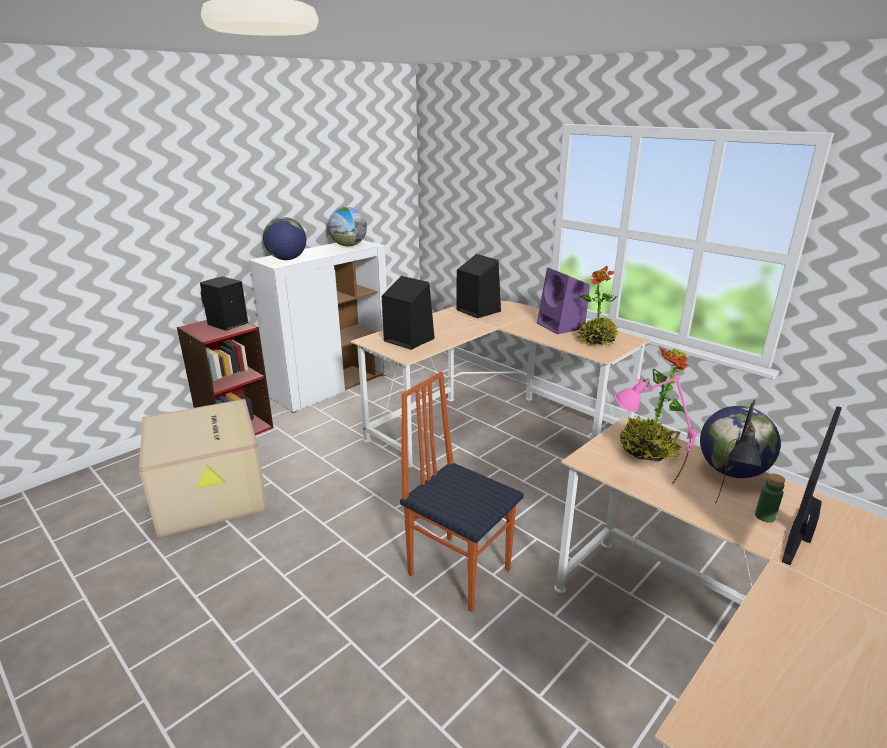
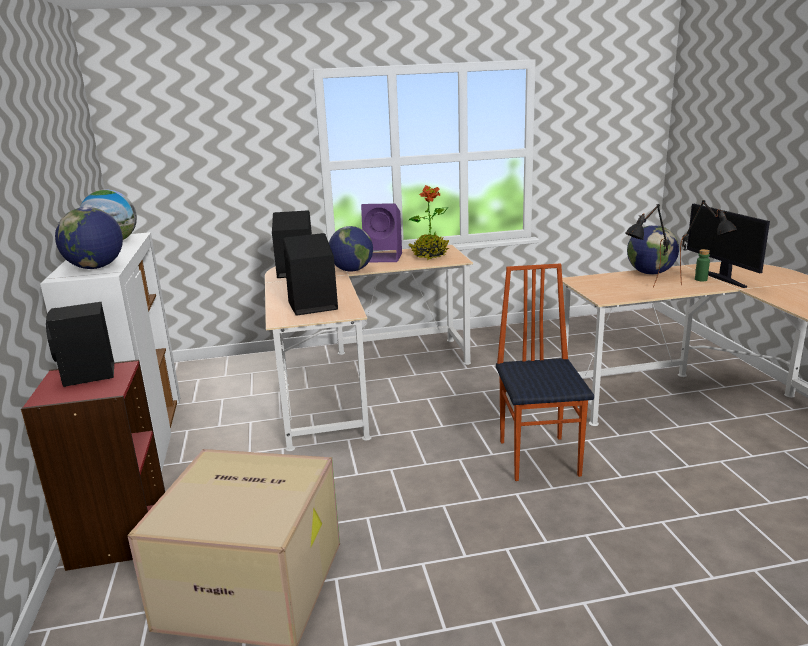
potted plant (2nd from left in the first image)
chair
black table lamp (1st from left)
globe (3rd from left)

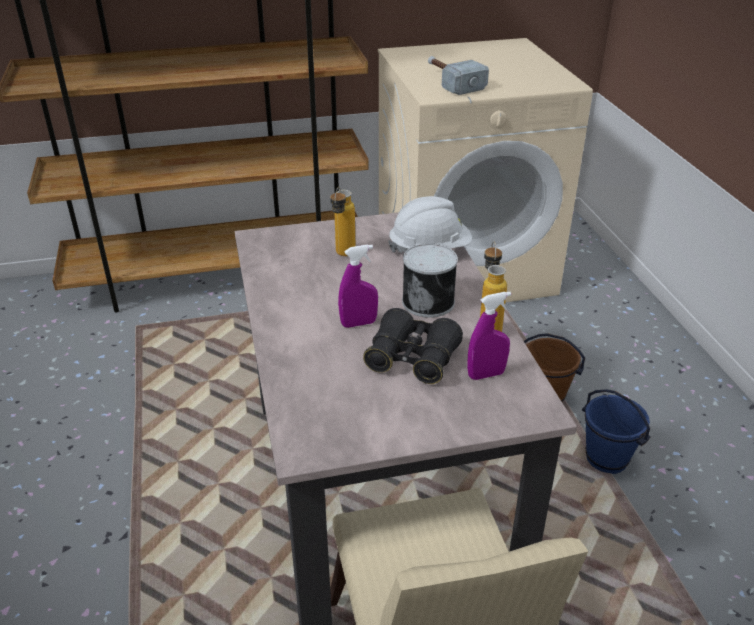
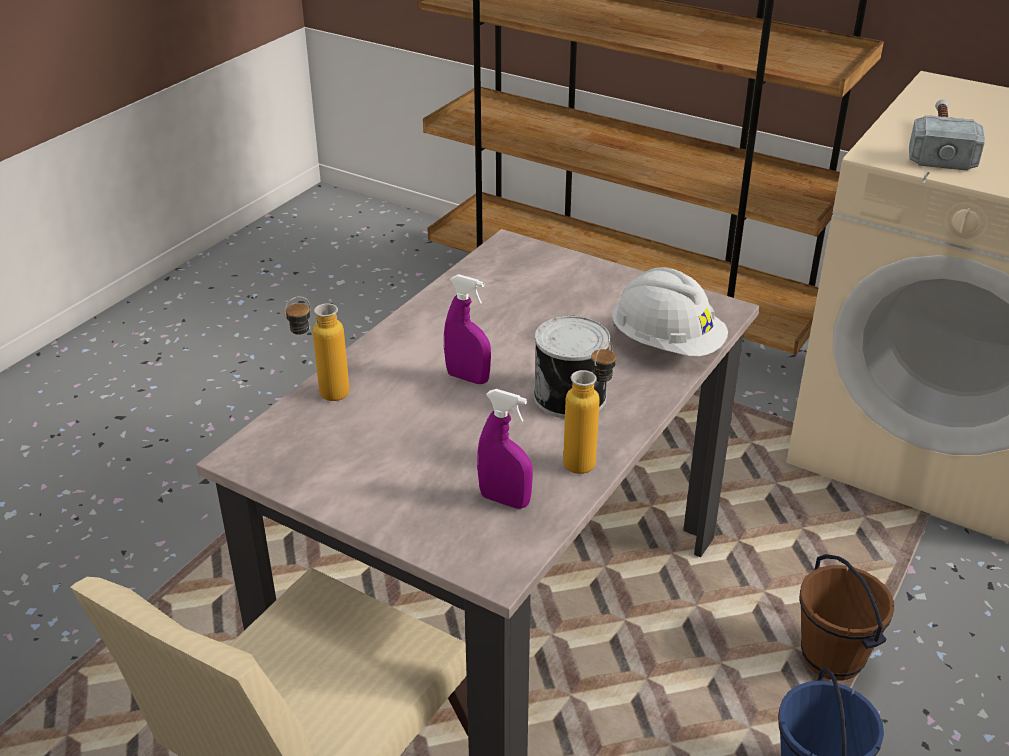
bottle (1st from left)
black binoculars

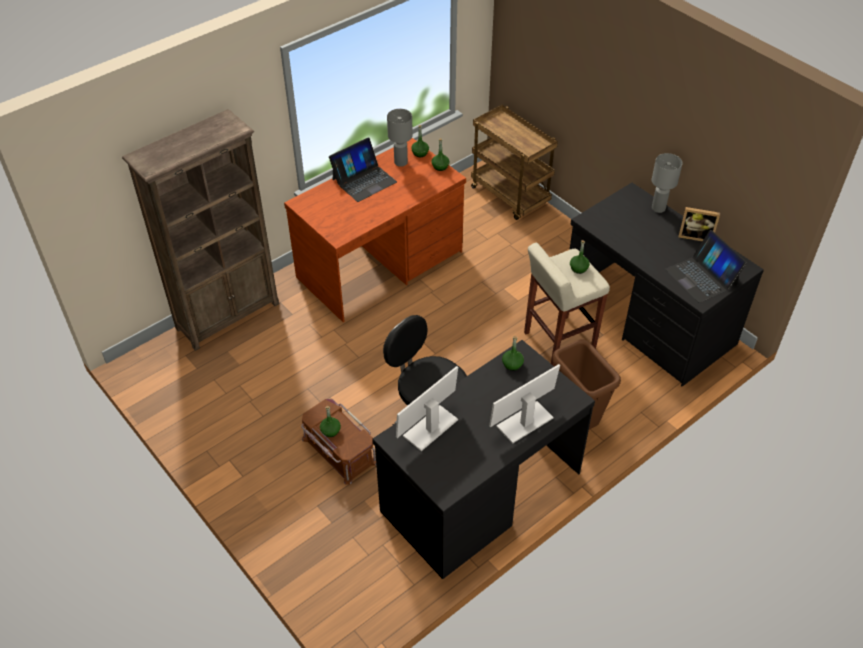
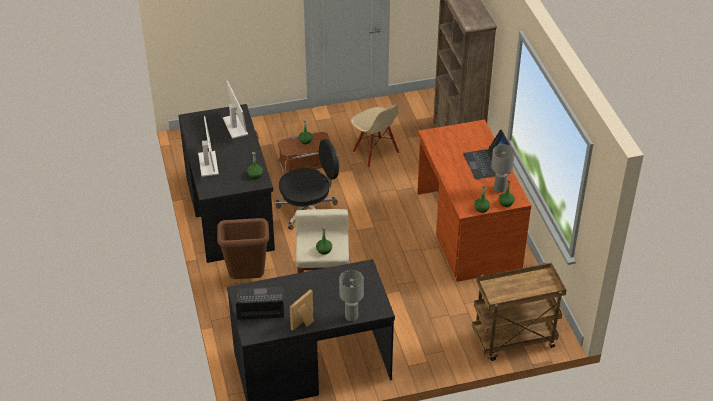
beige chair

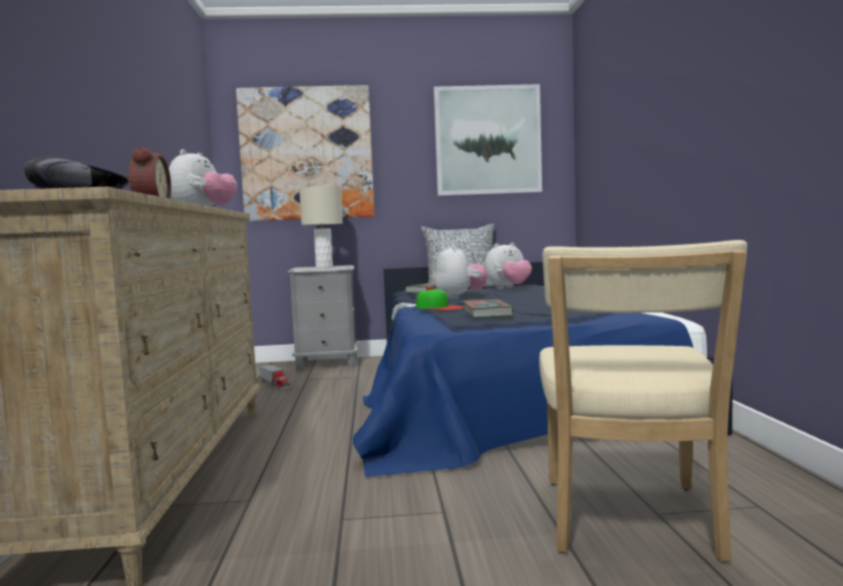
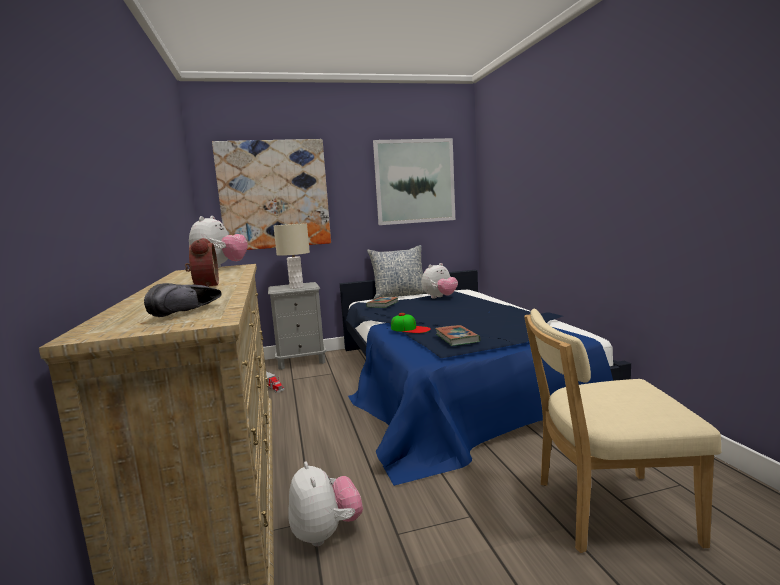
beige chair
plush toy (2nd from left)

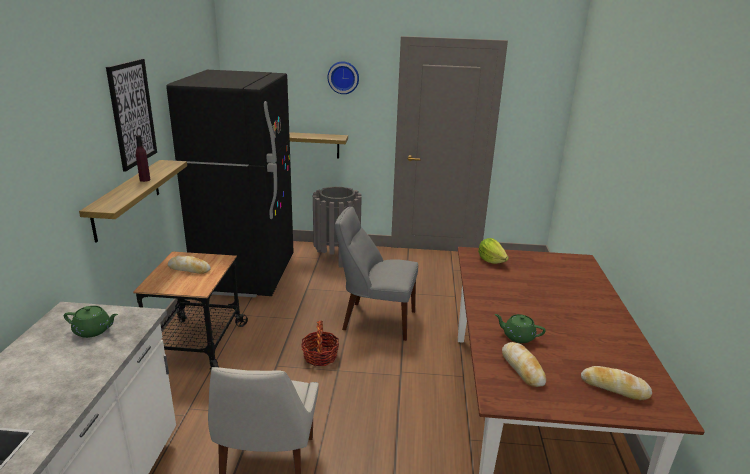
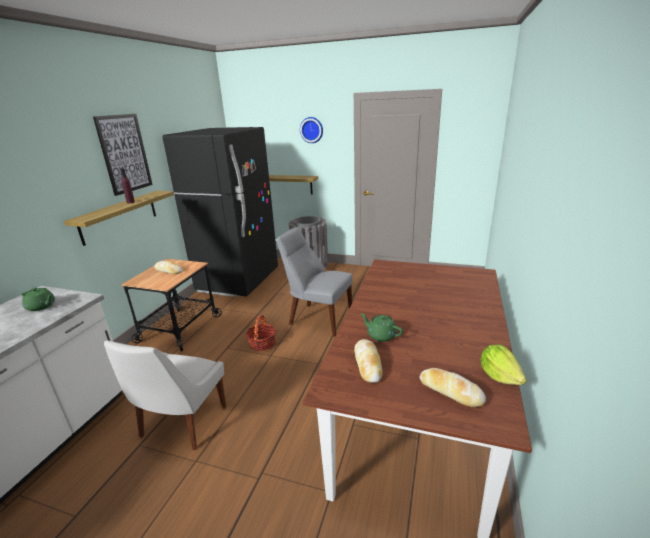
lettuce

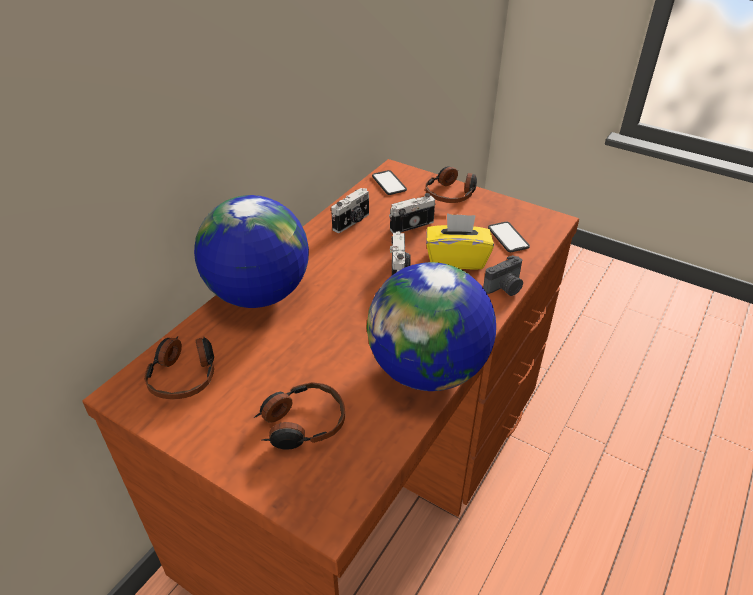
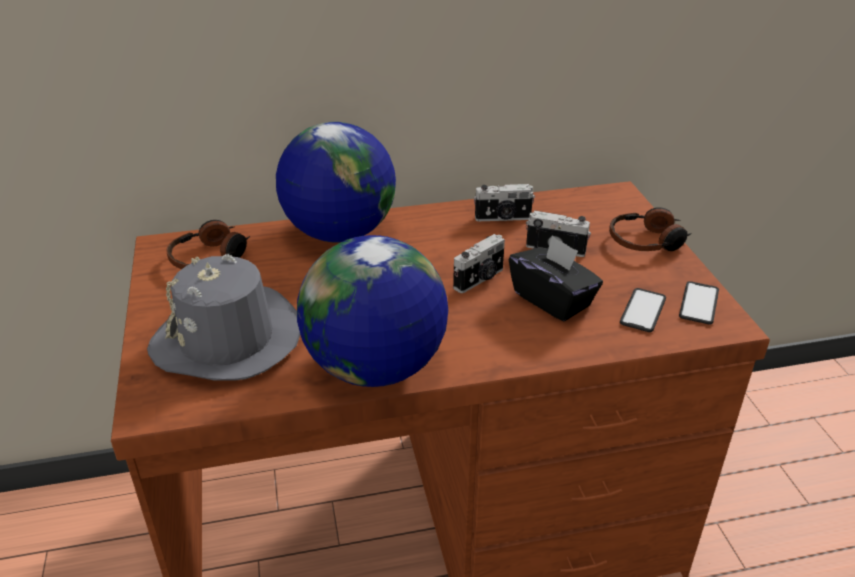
phone (2nd from left)
black tissue box
photo camera (4th from left in the first image)
grey hat

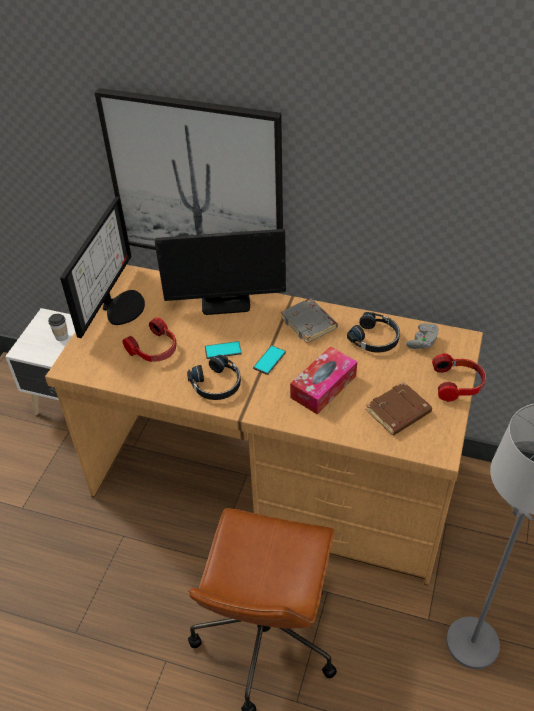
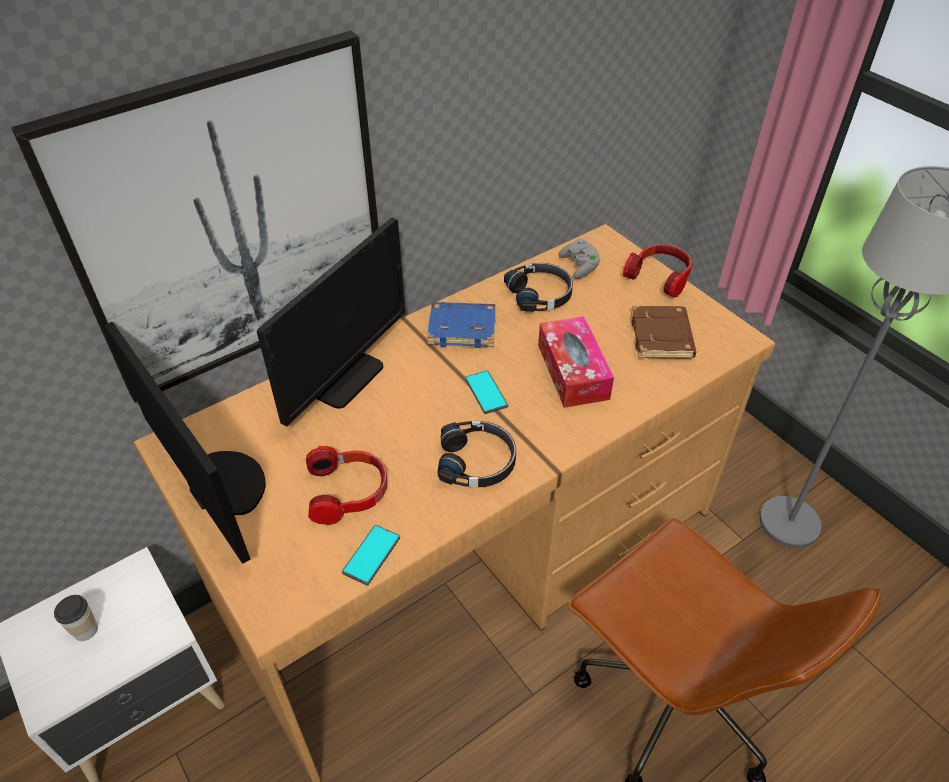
blue book
phone (1st from left)

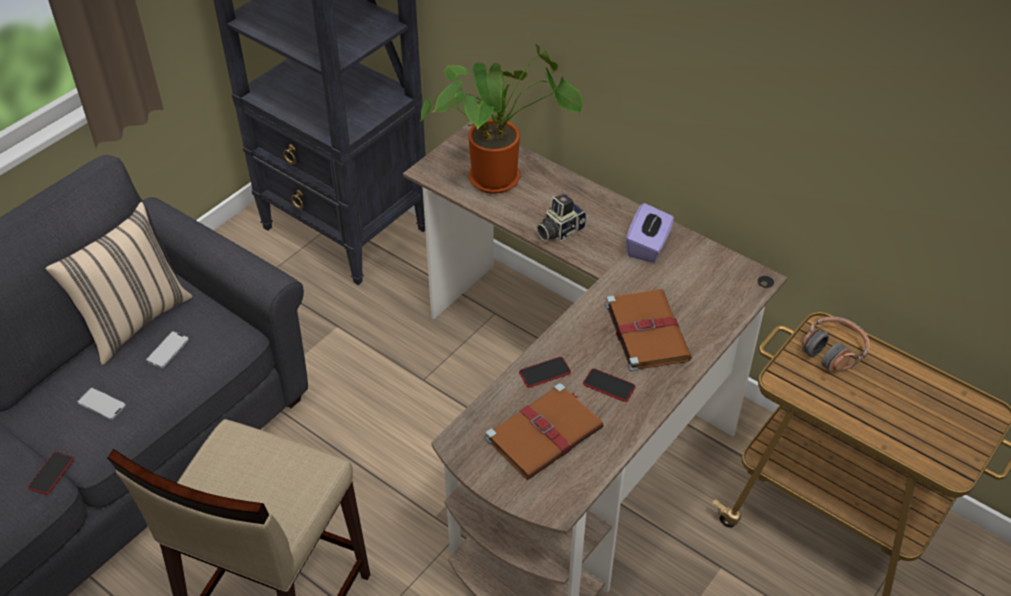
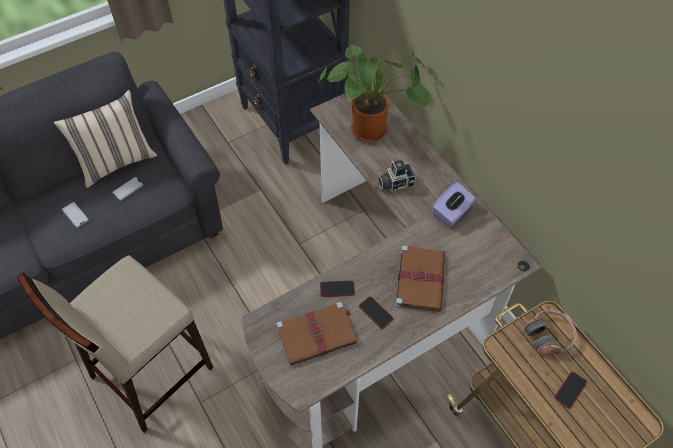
phone (5th from left)

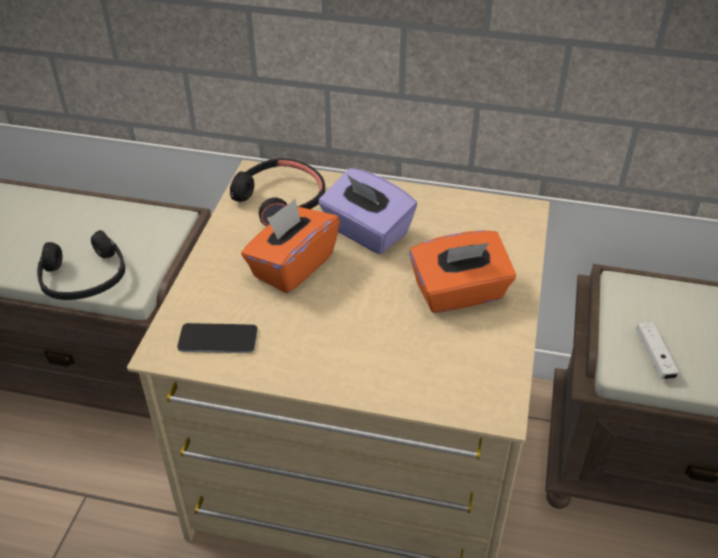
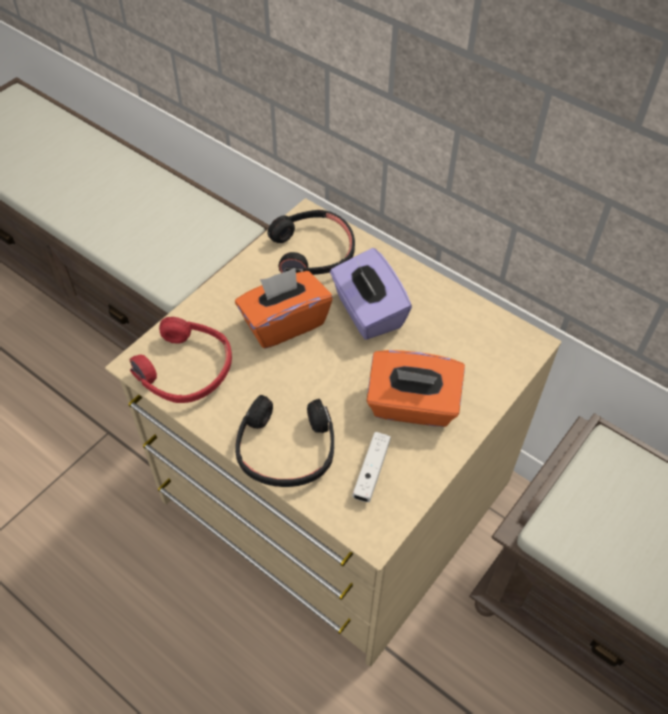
black headphones (1st from left)
white game controller
red headphones

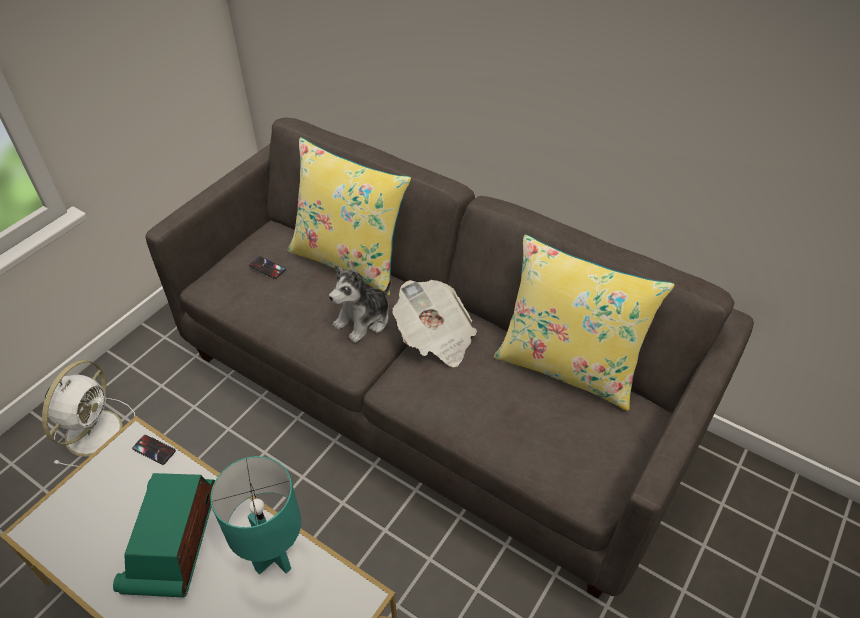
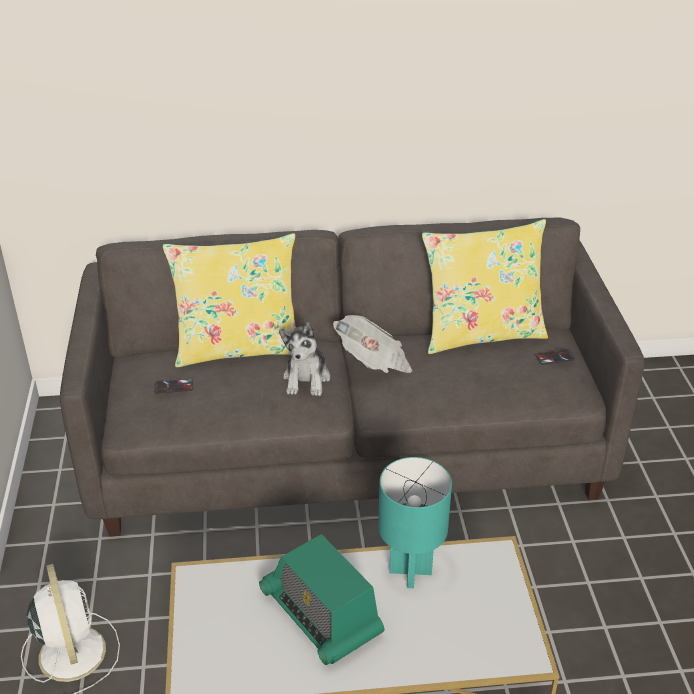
phone (2nd from left)

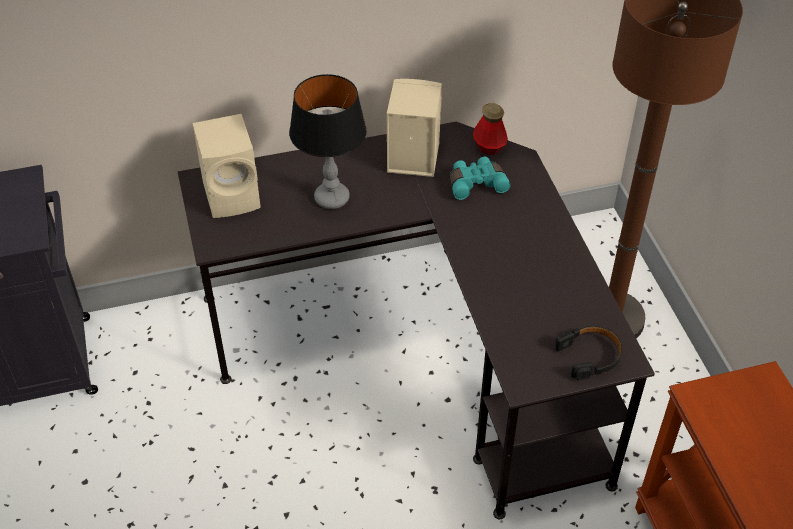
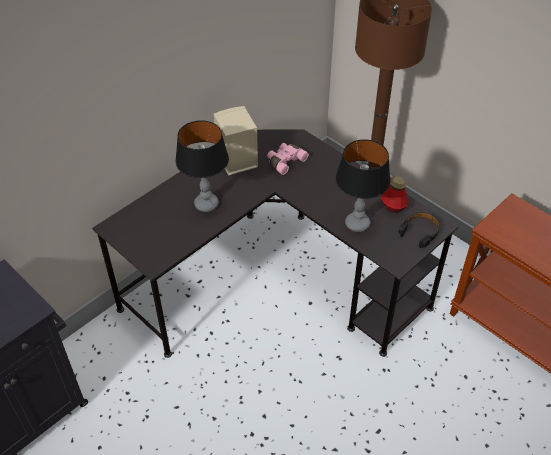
bottle
beige speaker (1st from left in the first image)
pink binoculars
table lamp (2nd from left)

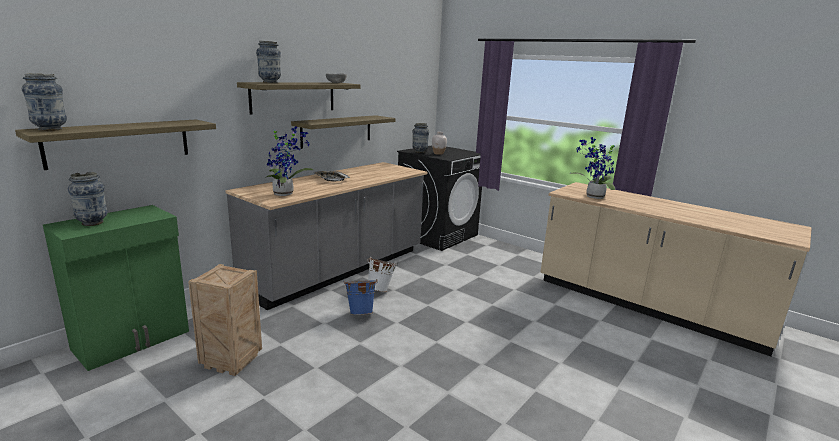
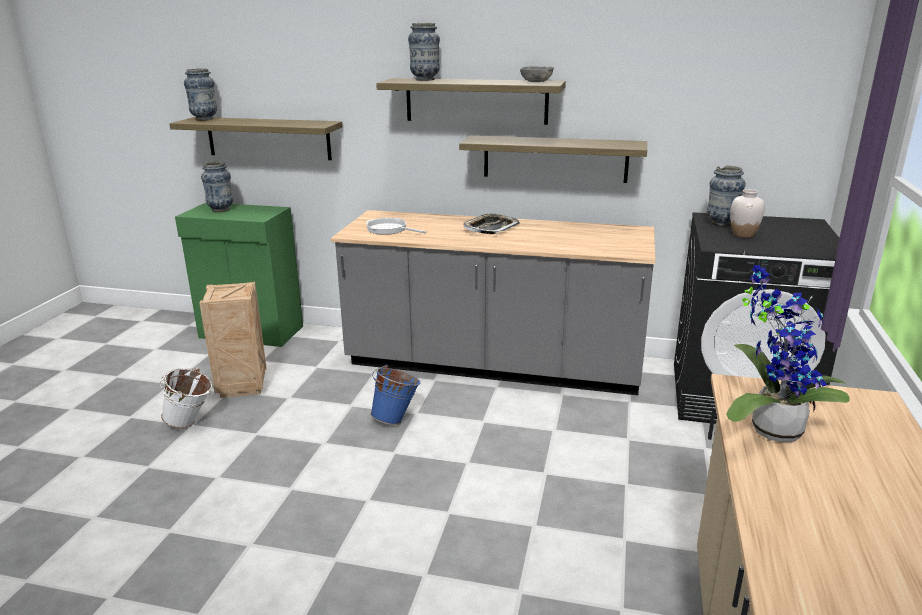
frying pan
white bucket

